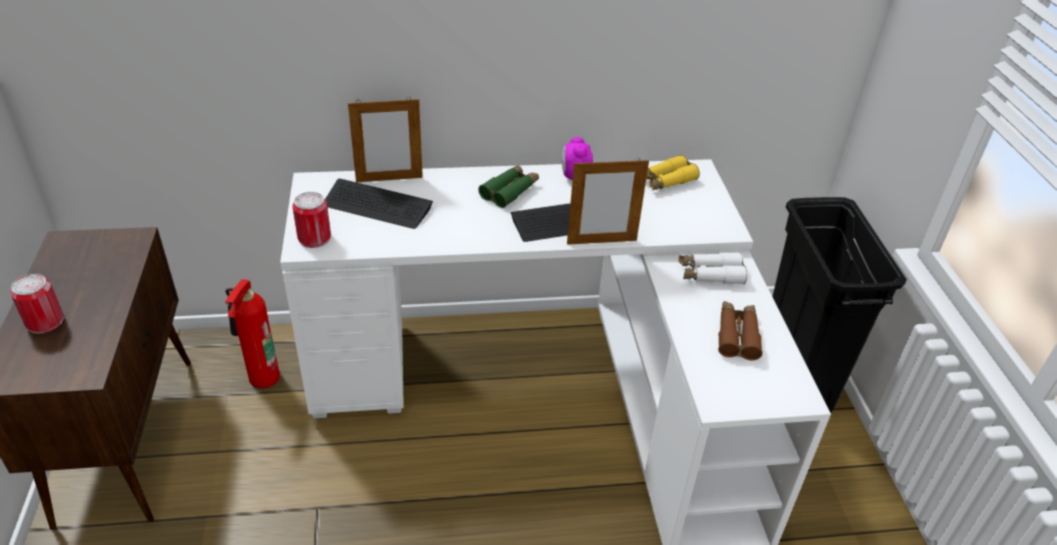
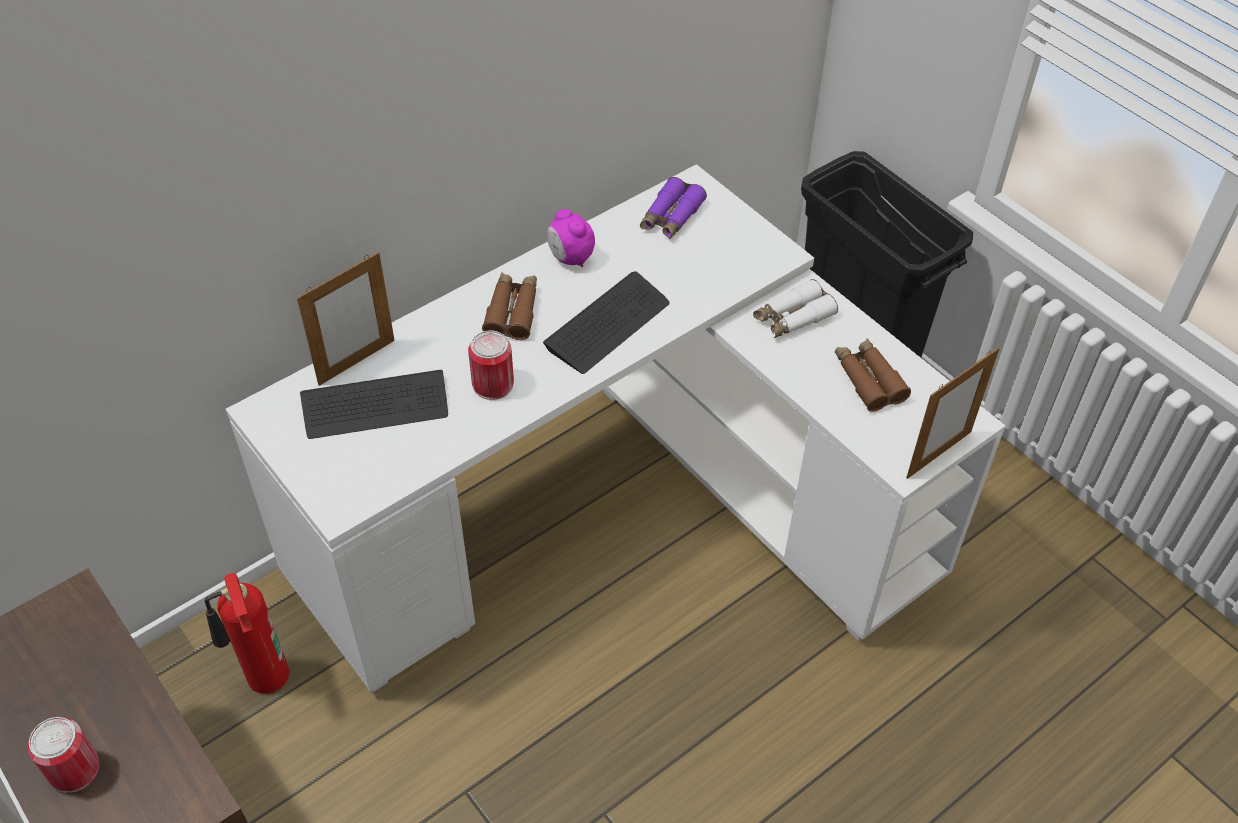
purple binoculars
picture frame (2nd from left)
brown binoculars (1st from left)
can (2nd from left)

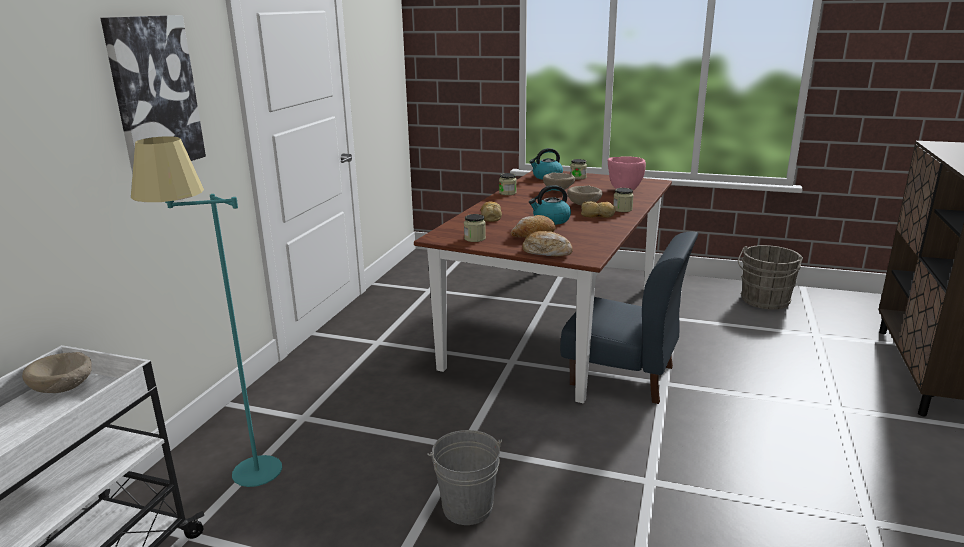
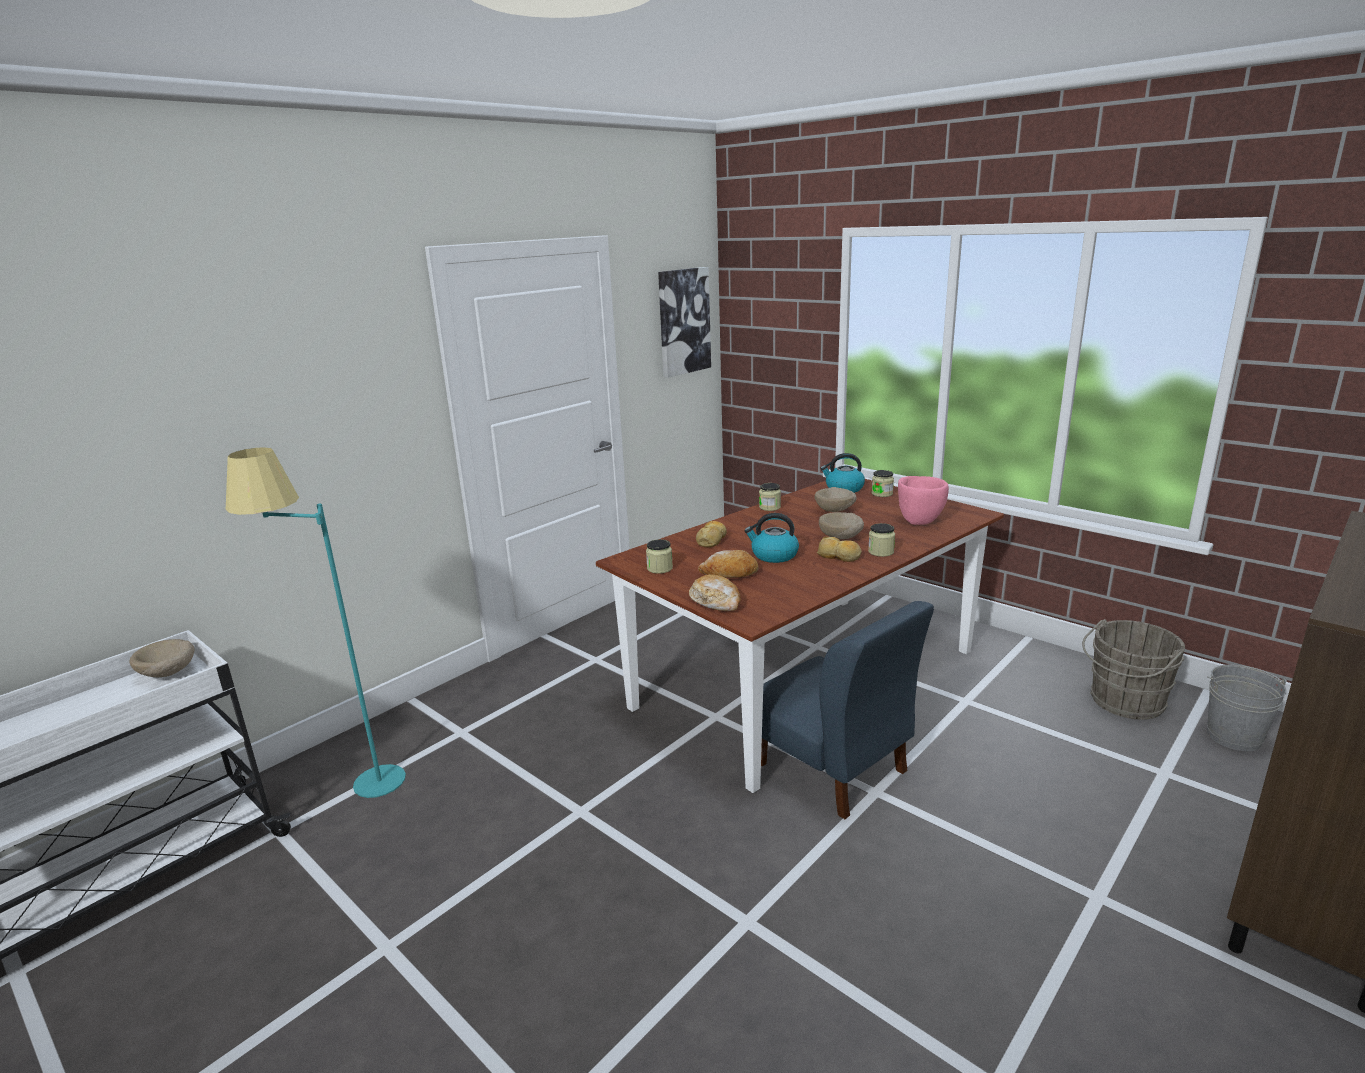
picture
grey bucket (2nd from left)

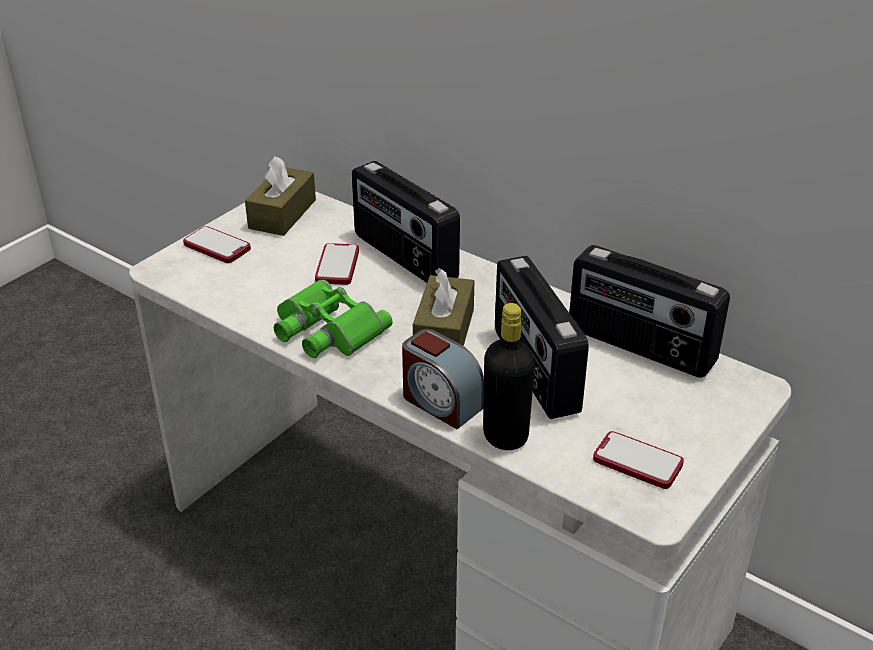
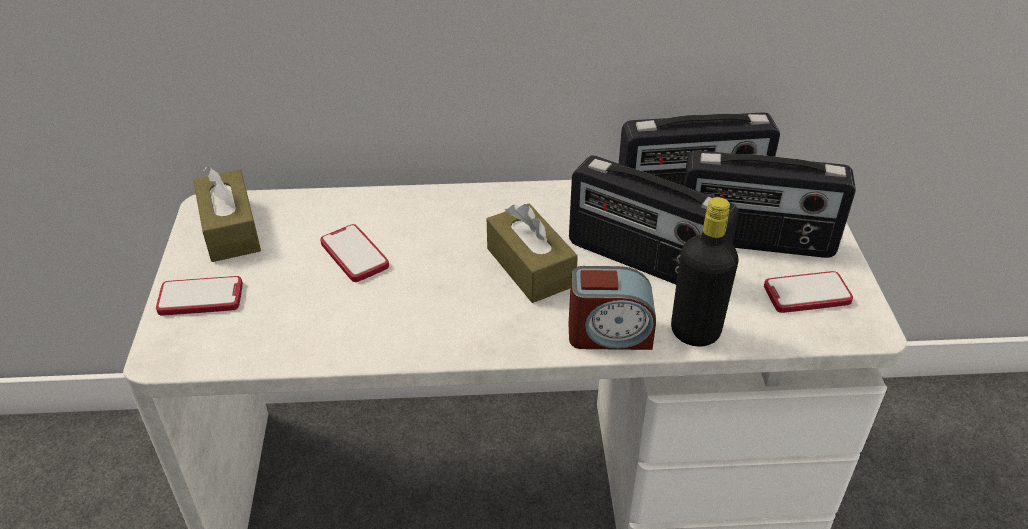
radio (3rd from left)
green binoculars

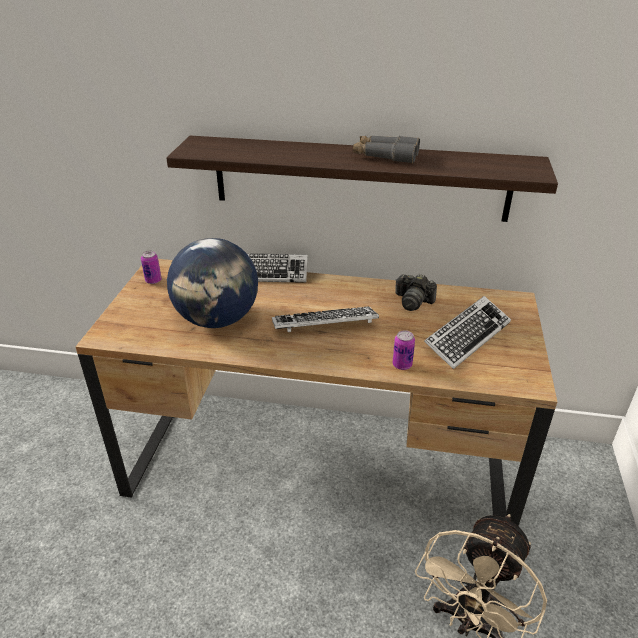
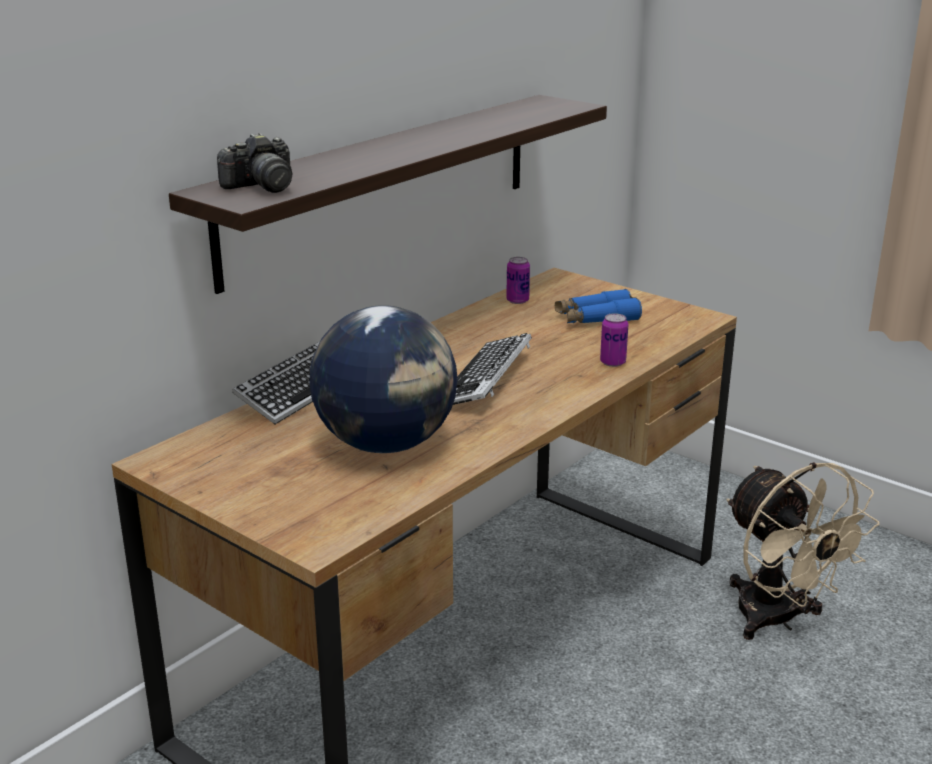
grey binoculars
can (1st from left)
photo camera
blue binoculars

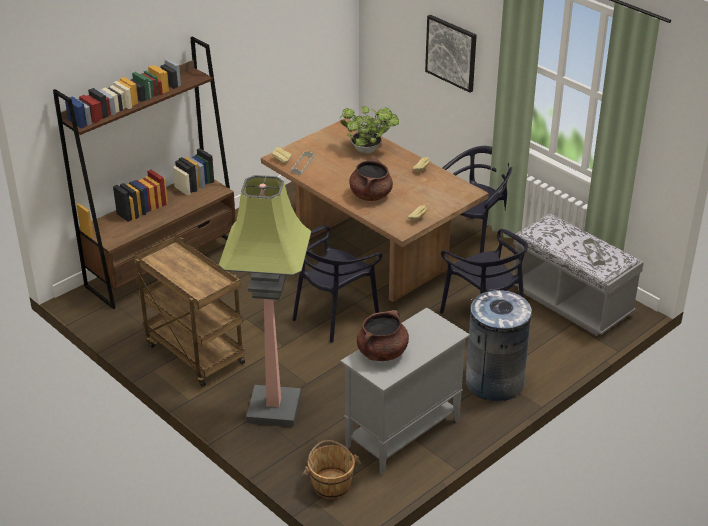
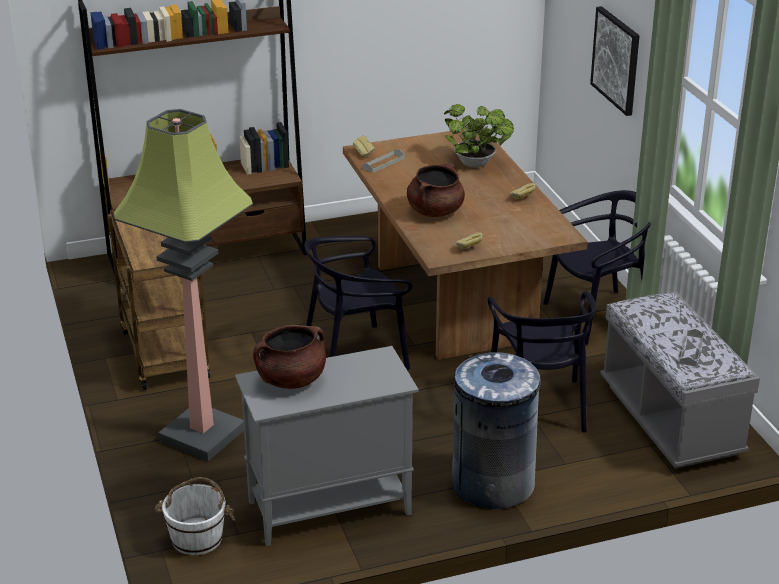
white bucket

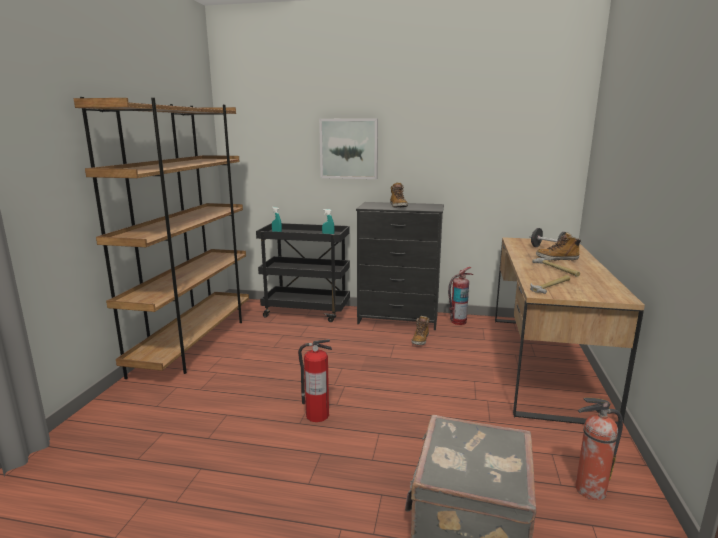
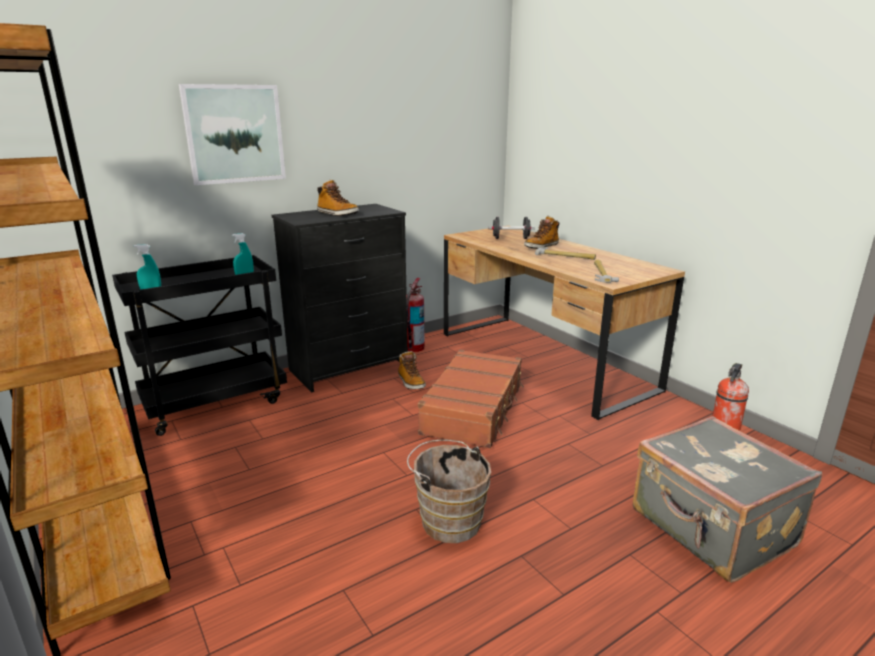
brown bucket
brown suitcase

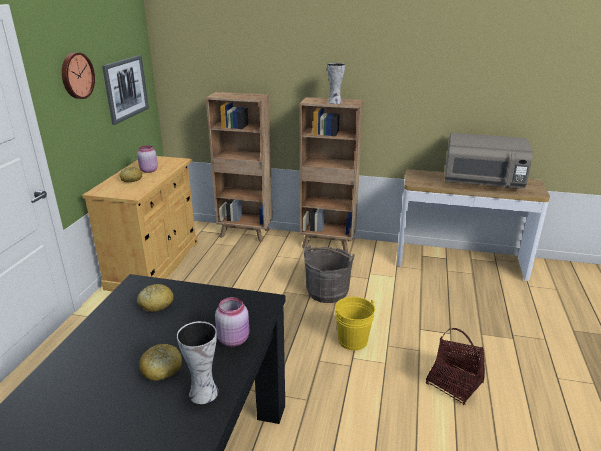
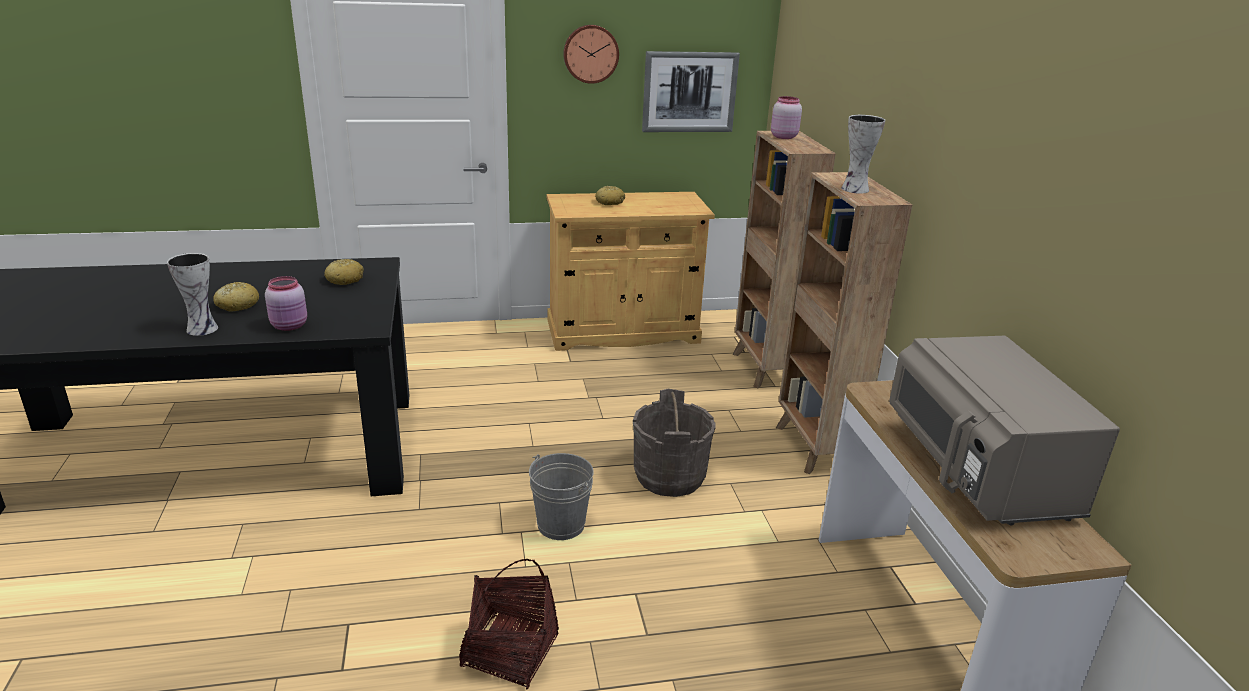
pink jar (2nd from left)
grey bucket (1st from left)

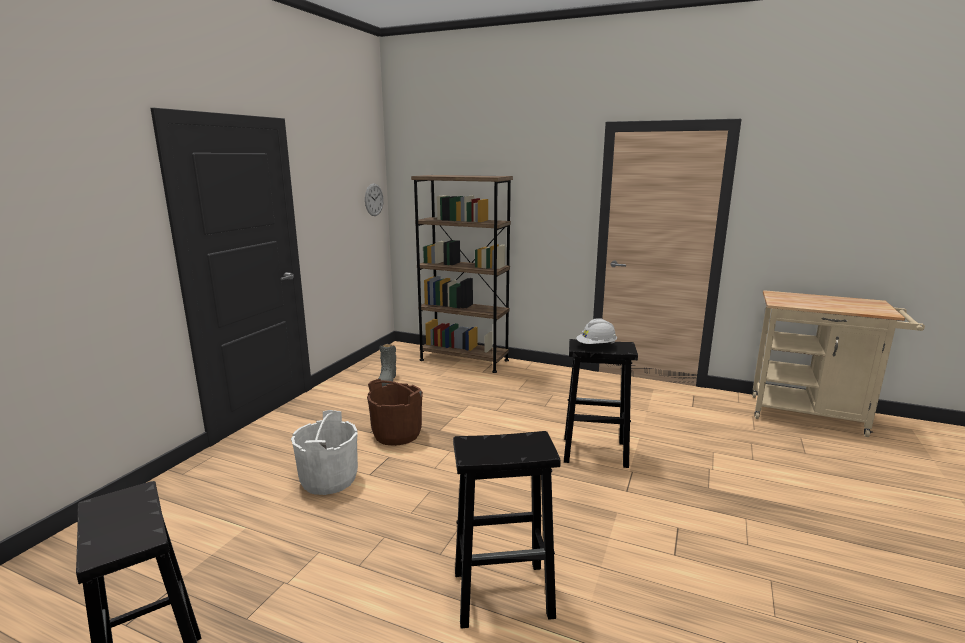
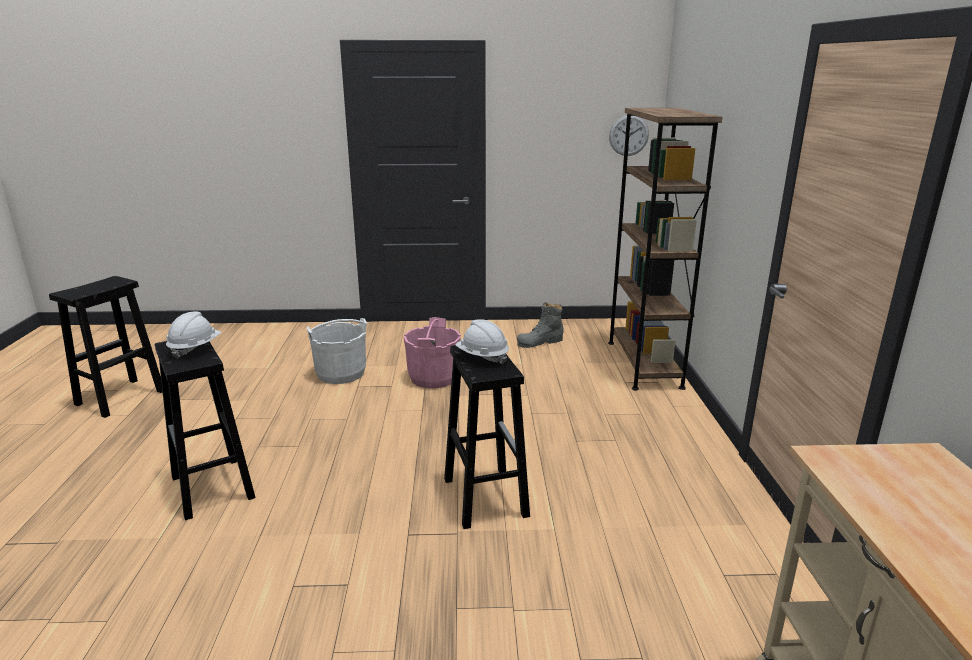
pink bucket
white hard hat (1st from left)

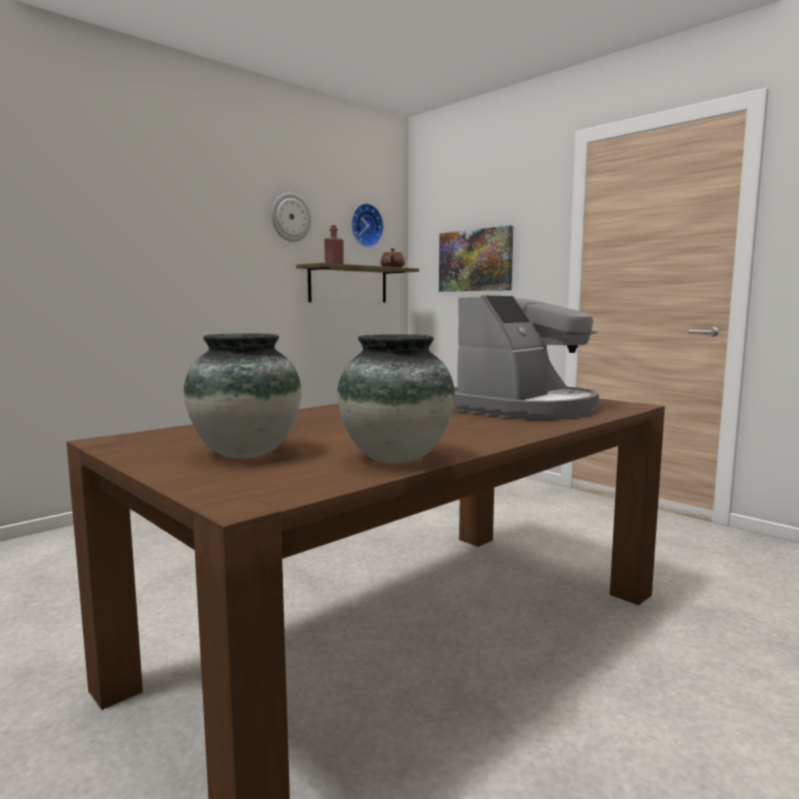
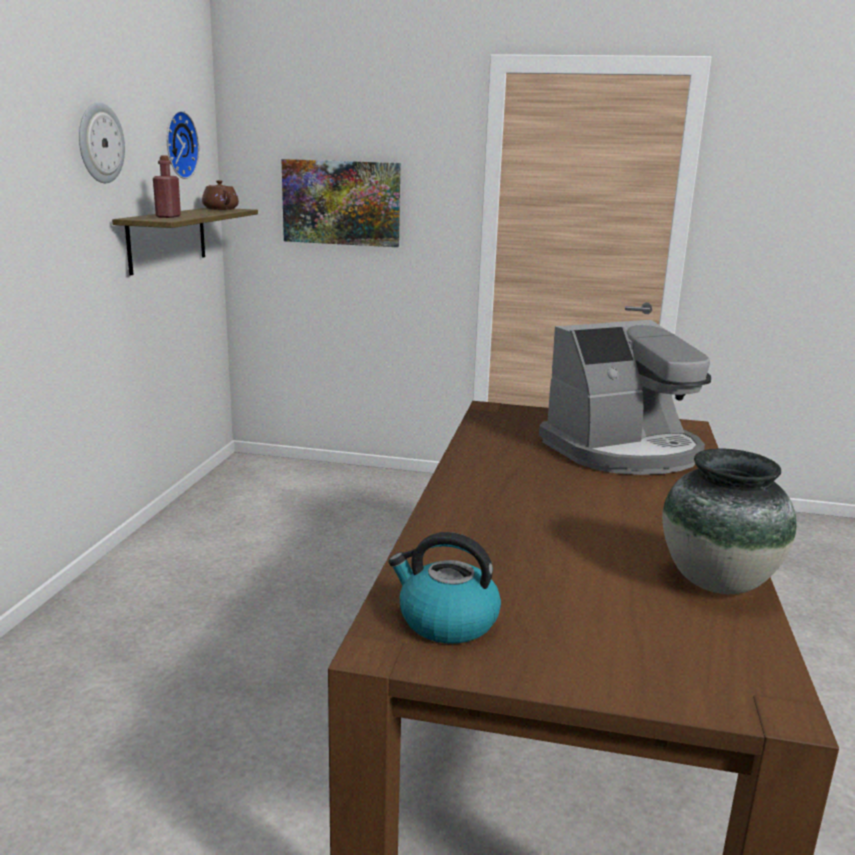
coffee machine
vase (1st from left in the first image)
kettle

